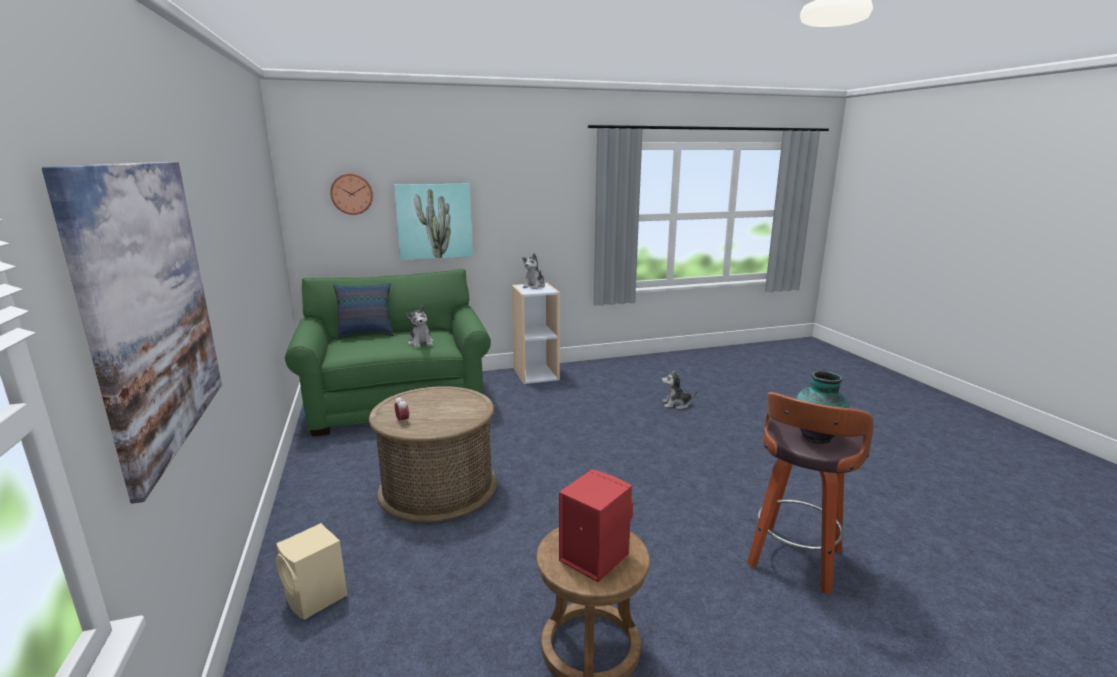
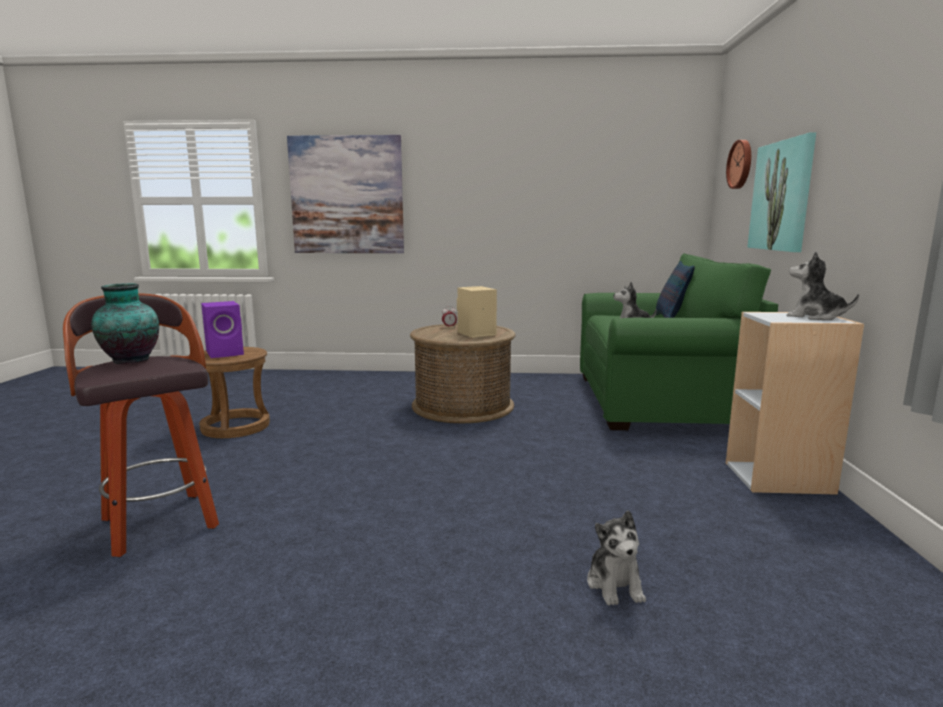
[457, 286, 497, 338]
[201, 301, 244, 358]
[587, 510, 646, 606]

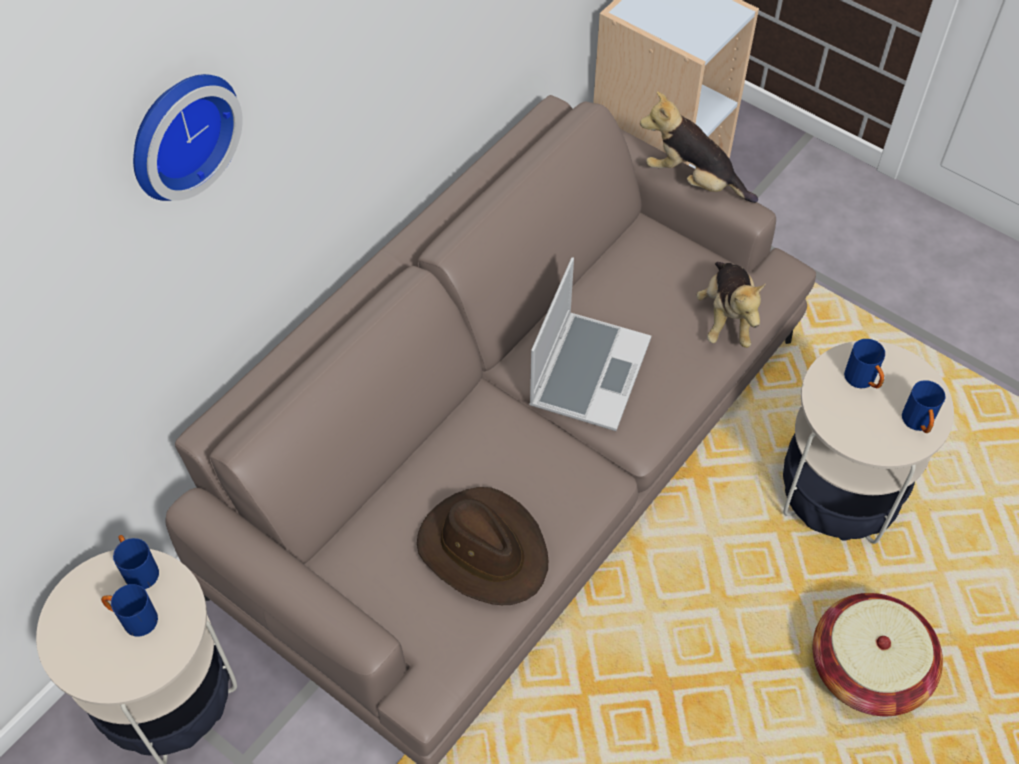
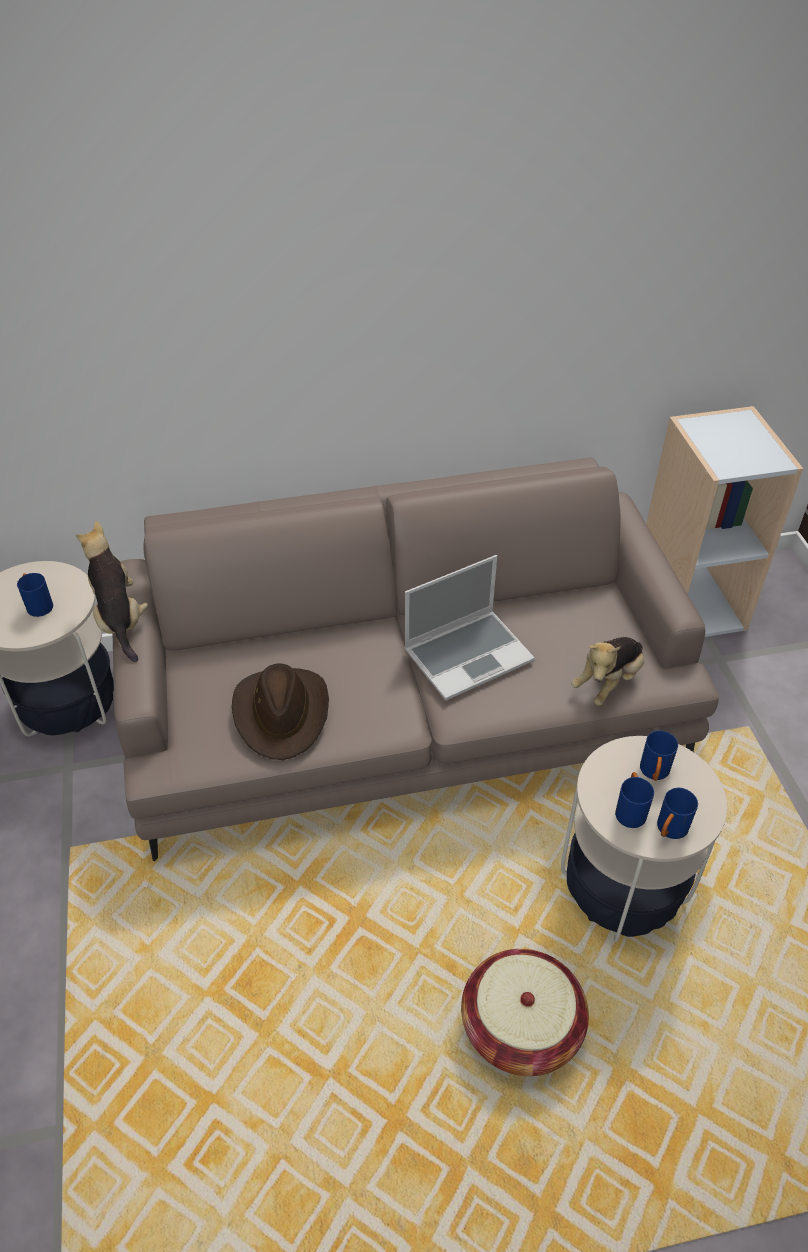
[133, 74, 243, 201] (first image)
[615, 772, 654, 828]
[76, 521, 148, 662]

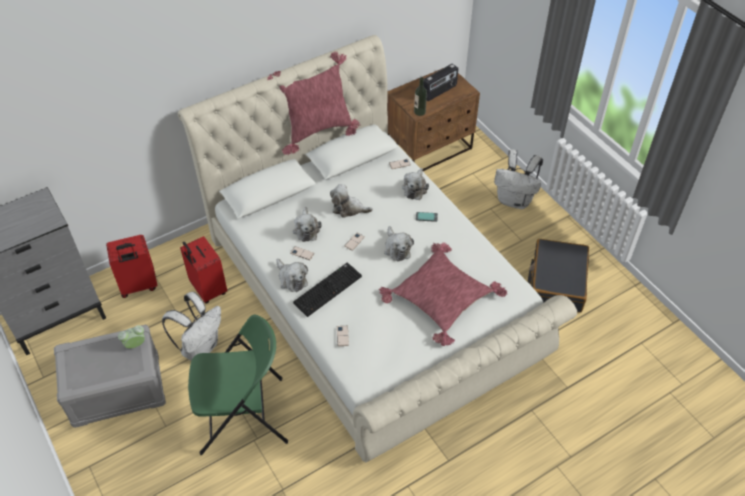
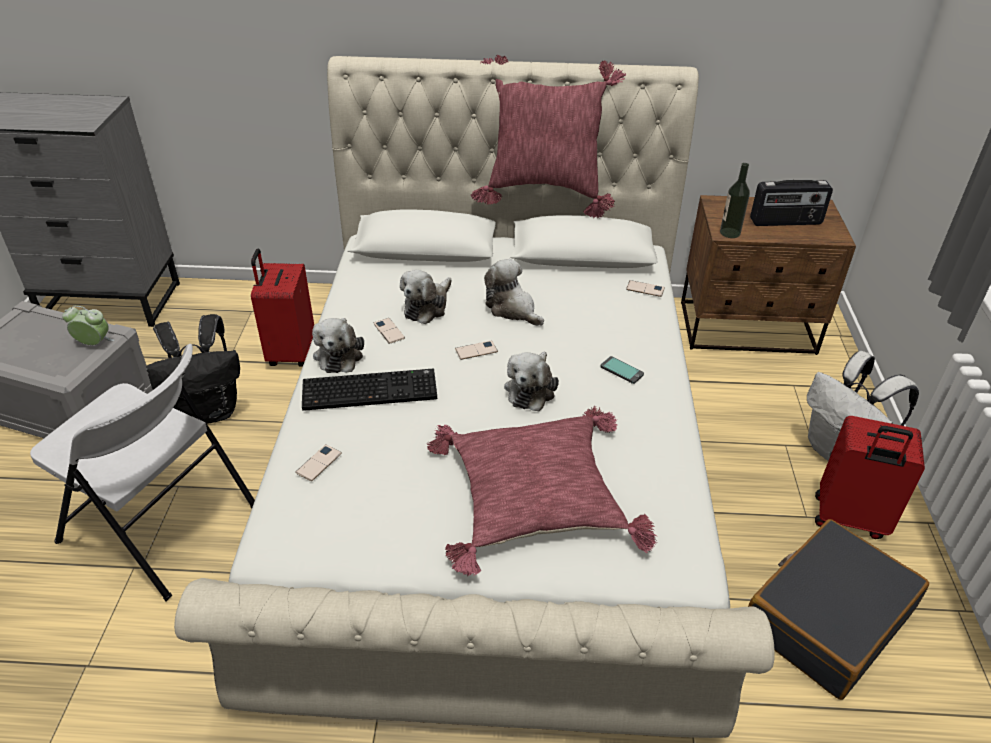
[402, 168, 429, 200] (first image)
[815, 416, 925, 539]
[146, 314, 240, 424]
[30, 344, 255, 602]

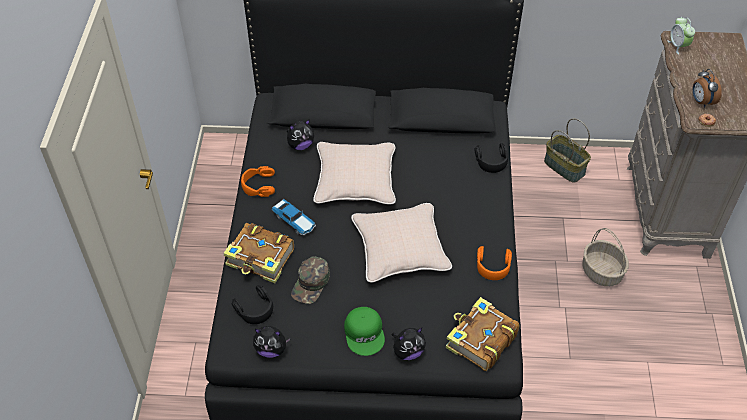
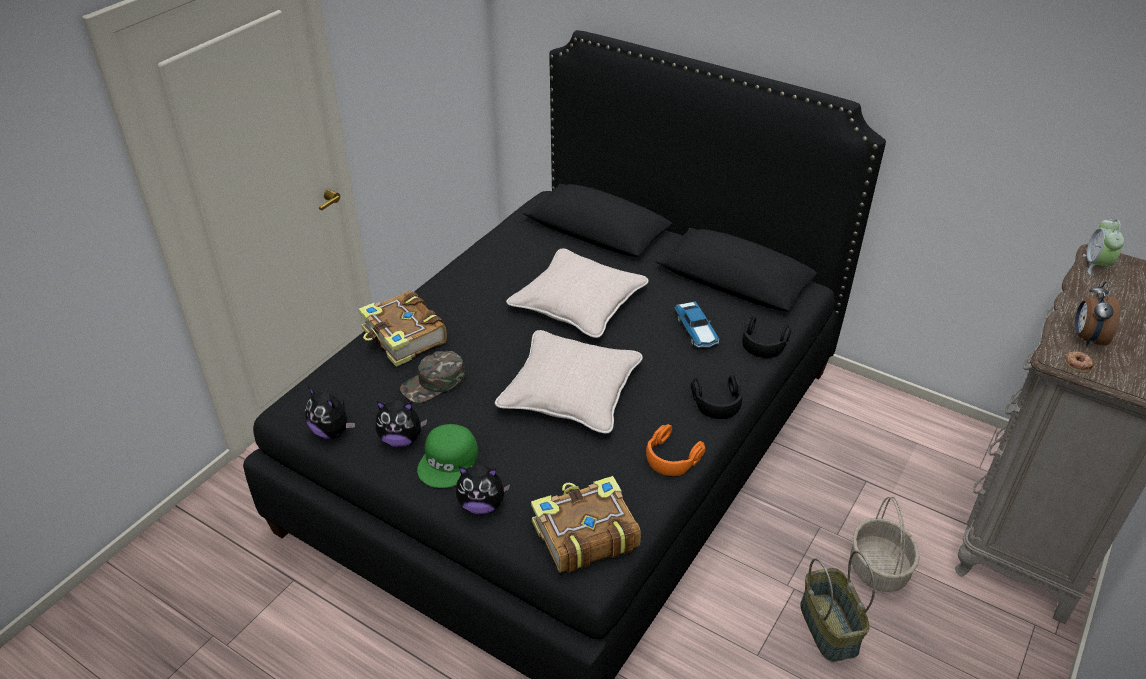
[241, 166, 275, 197] (first image)
[691, 375, 742, 419]
[675, 301, 719, 348]
[376, 400, 427, 447]
[800, 551, 875, 662]

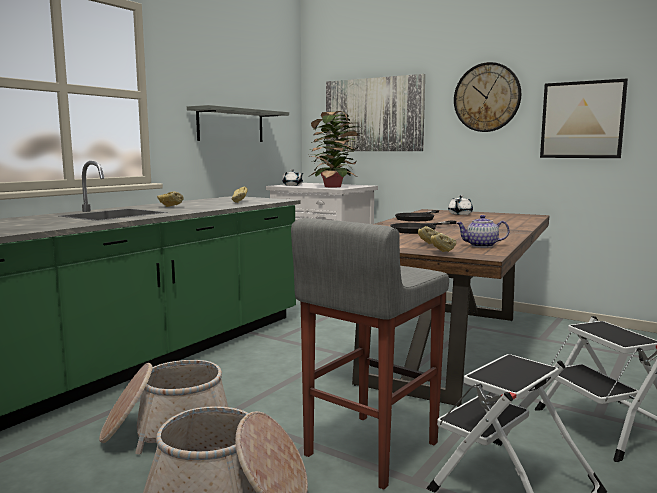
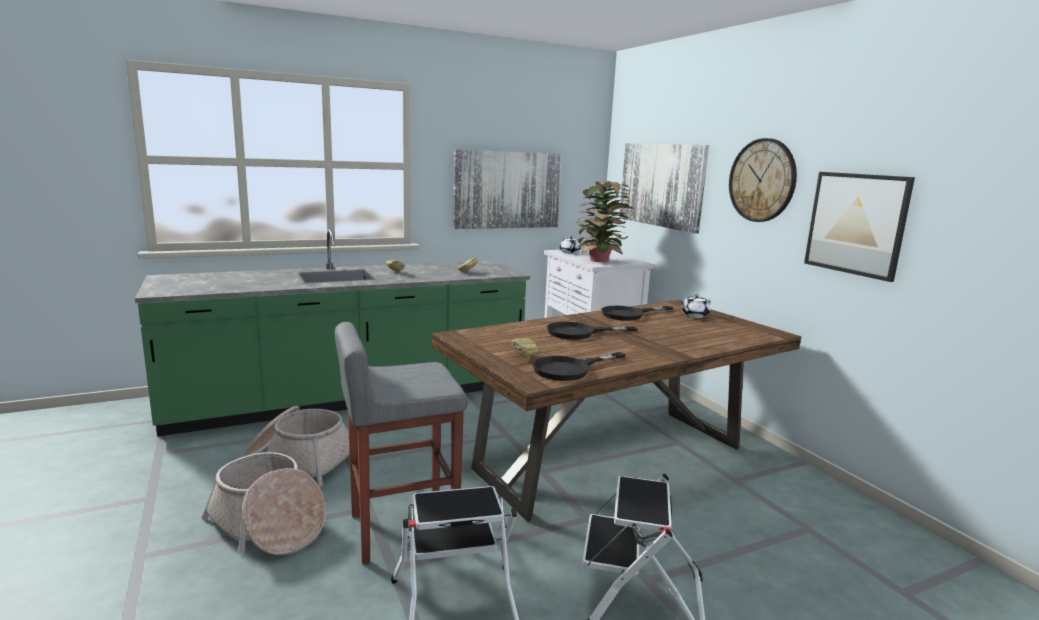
[431, 233, 456, 252] (first image)
[453, 150, 562, 229]
[532, 352, 626, 381]

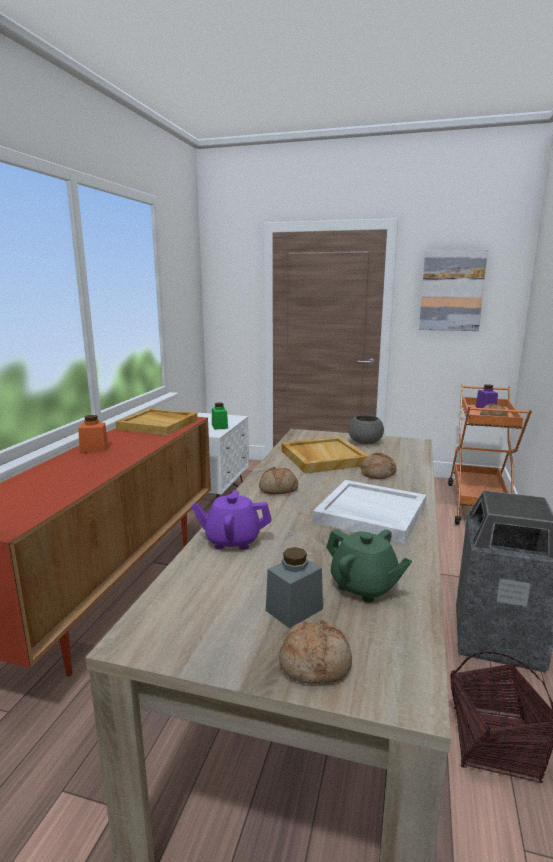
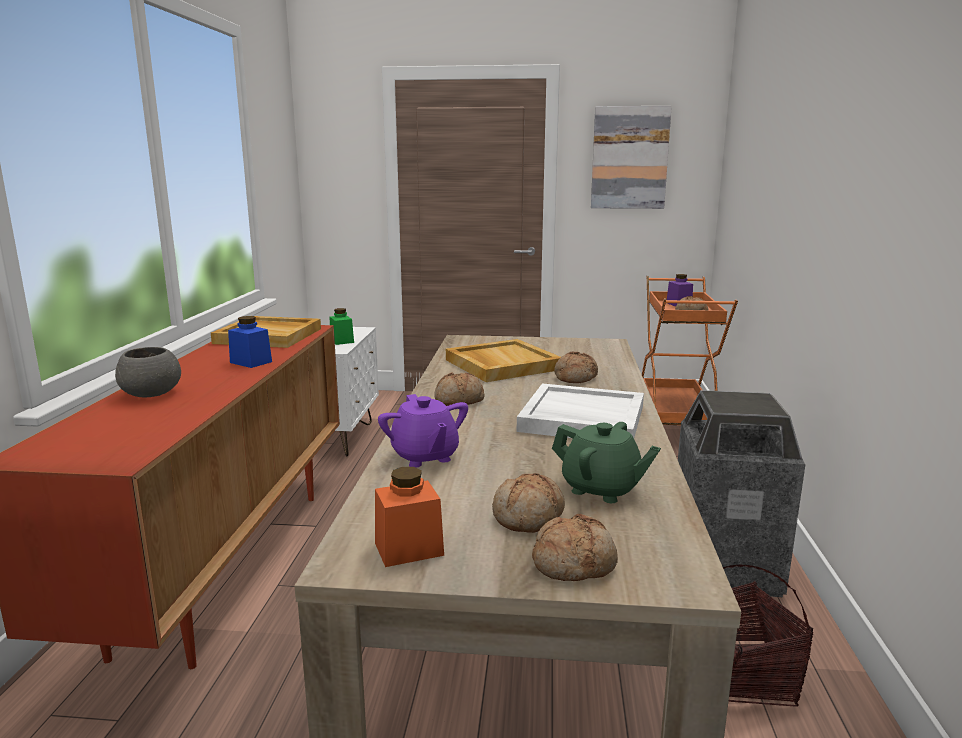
[228, 316, 272, 368]
[375, 467, 444, 567]
[115, 347, 181, 397]
[492, 473, 565, 533]
[378, 394, 468, 468]

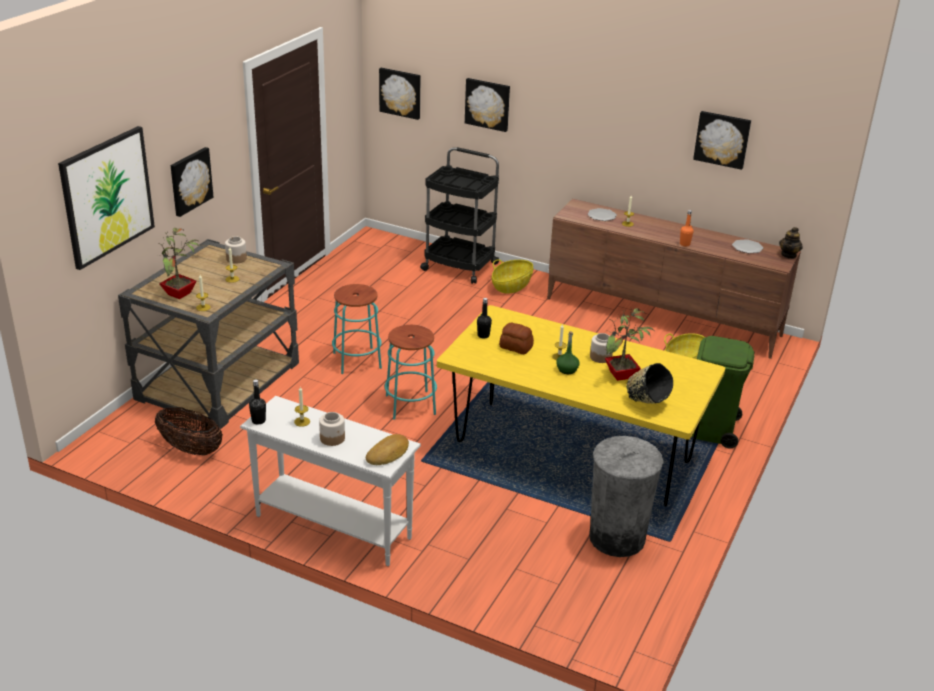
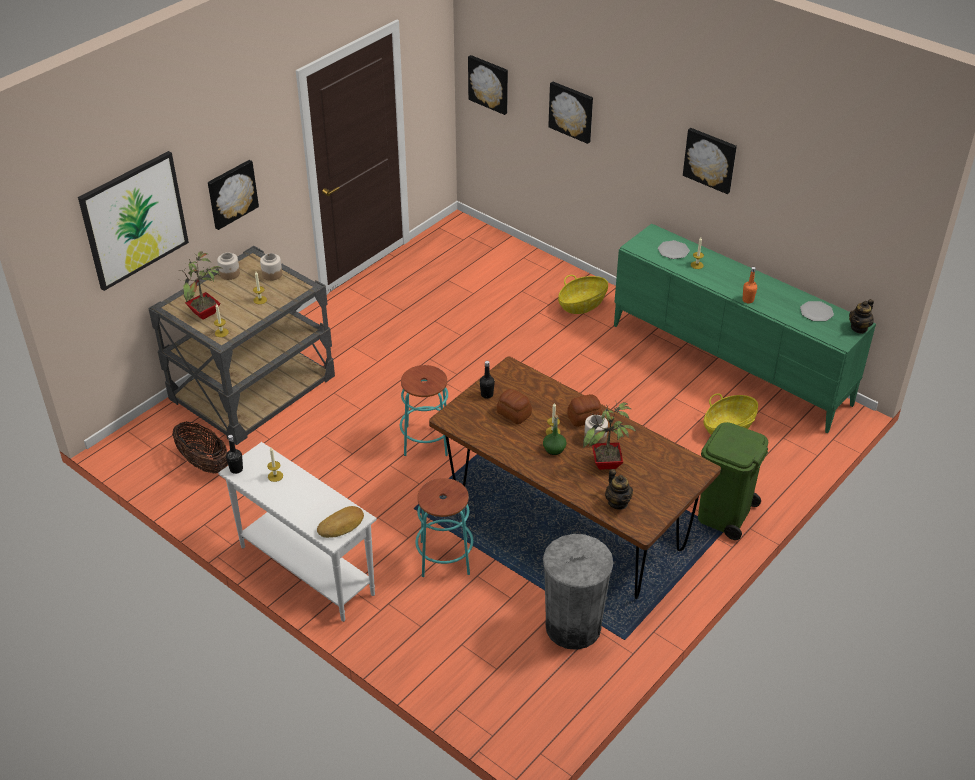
[420, 147, 499, 284] (first image)
[567, 394, 602, 427]
[217, 252, 240, 280]
[415, 478, 473, 577]
[683, 128, 737, 194]
[605, 469, 633, 510]
[429, 357, 721, 599]
[614, 224, 876, 433]

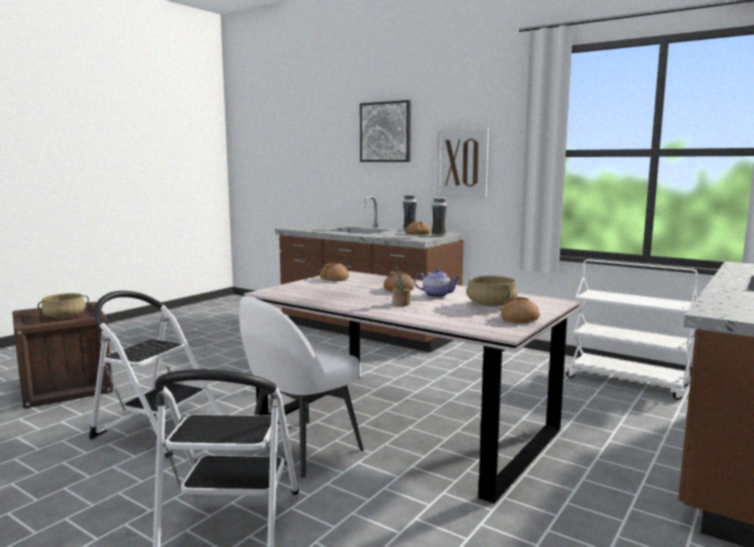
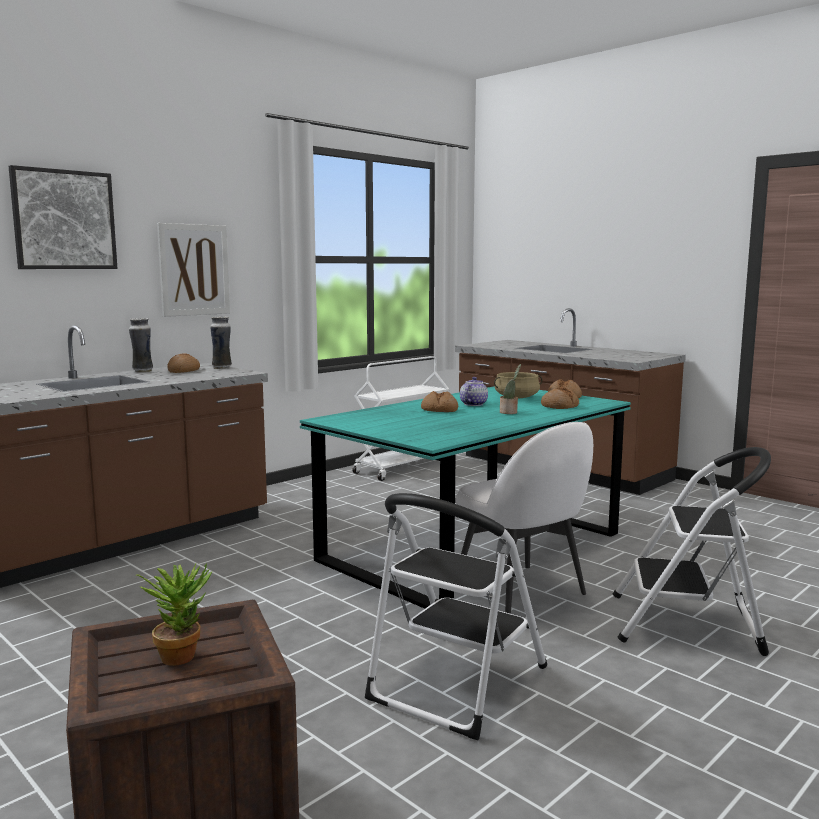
[541, 387, 579, 409]
[136, 563, 212, 666]
[300, 386, 631, 609]

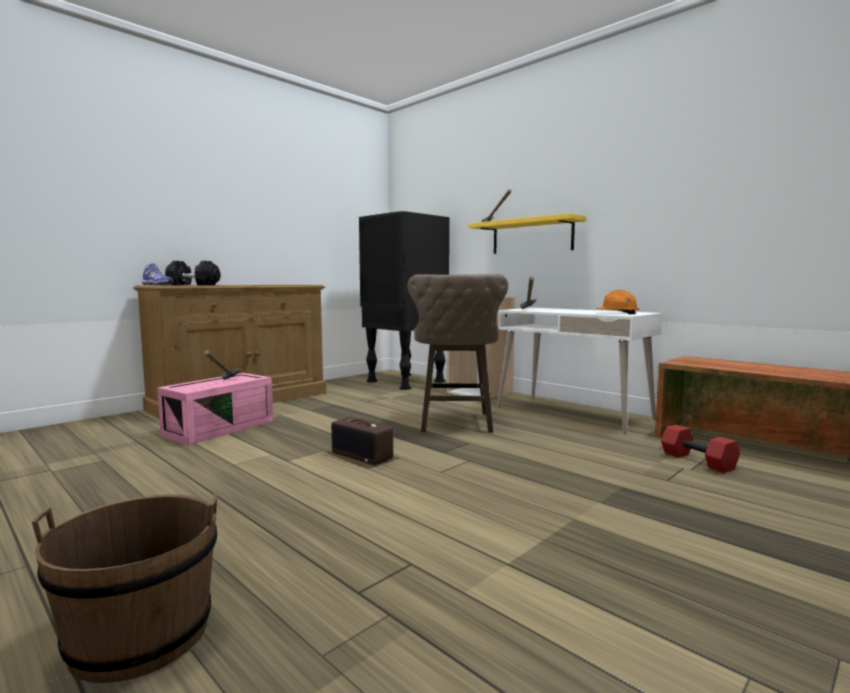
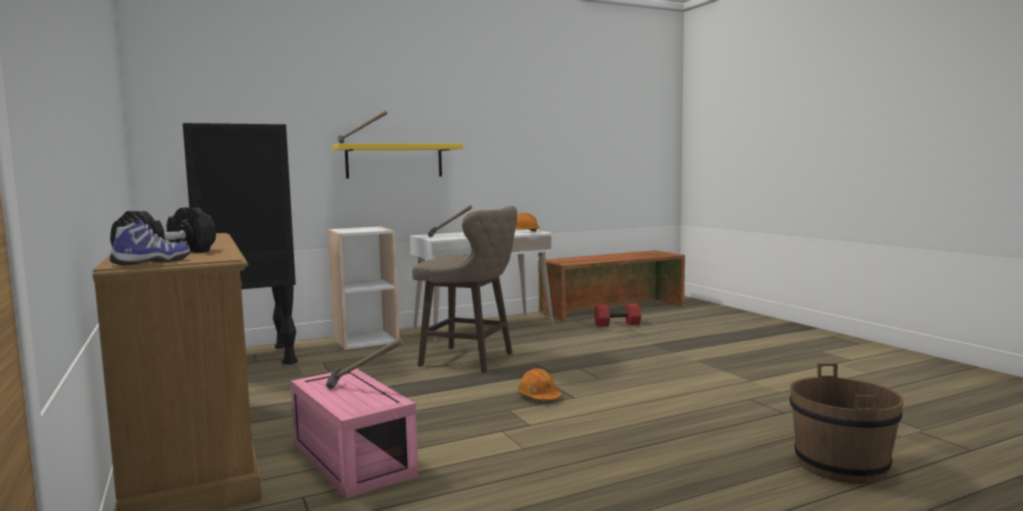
[518, 369, 561, 400]

